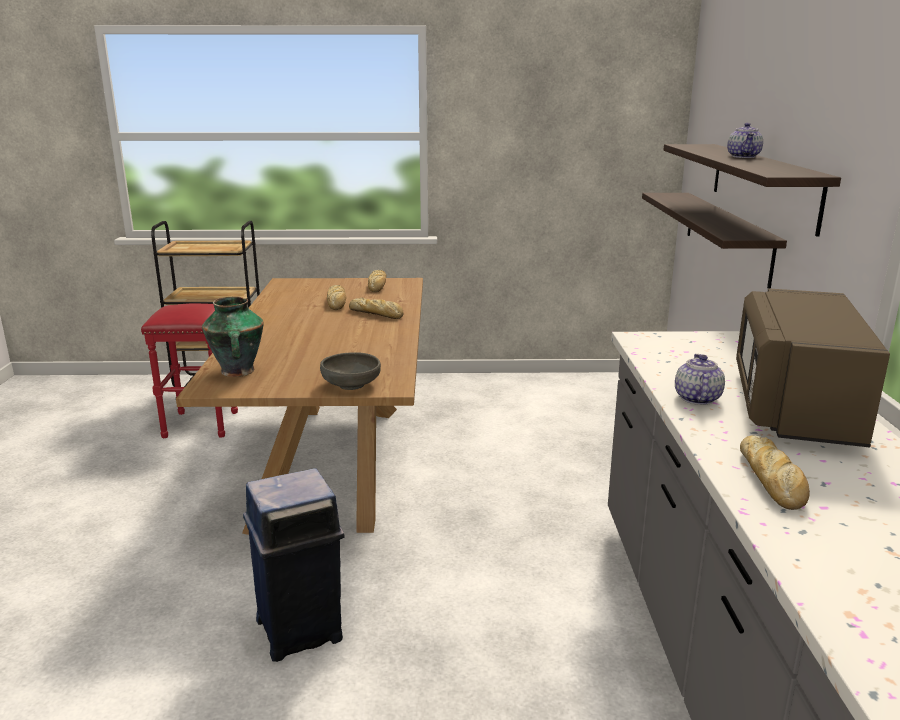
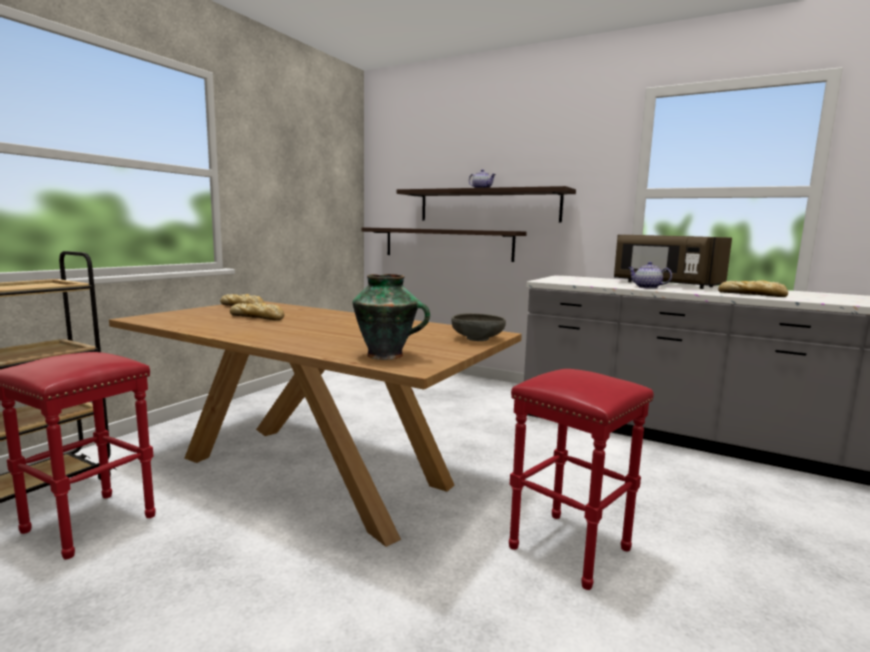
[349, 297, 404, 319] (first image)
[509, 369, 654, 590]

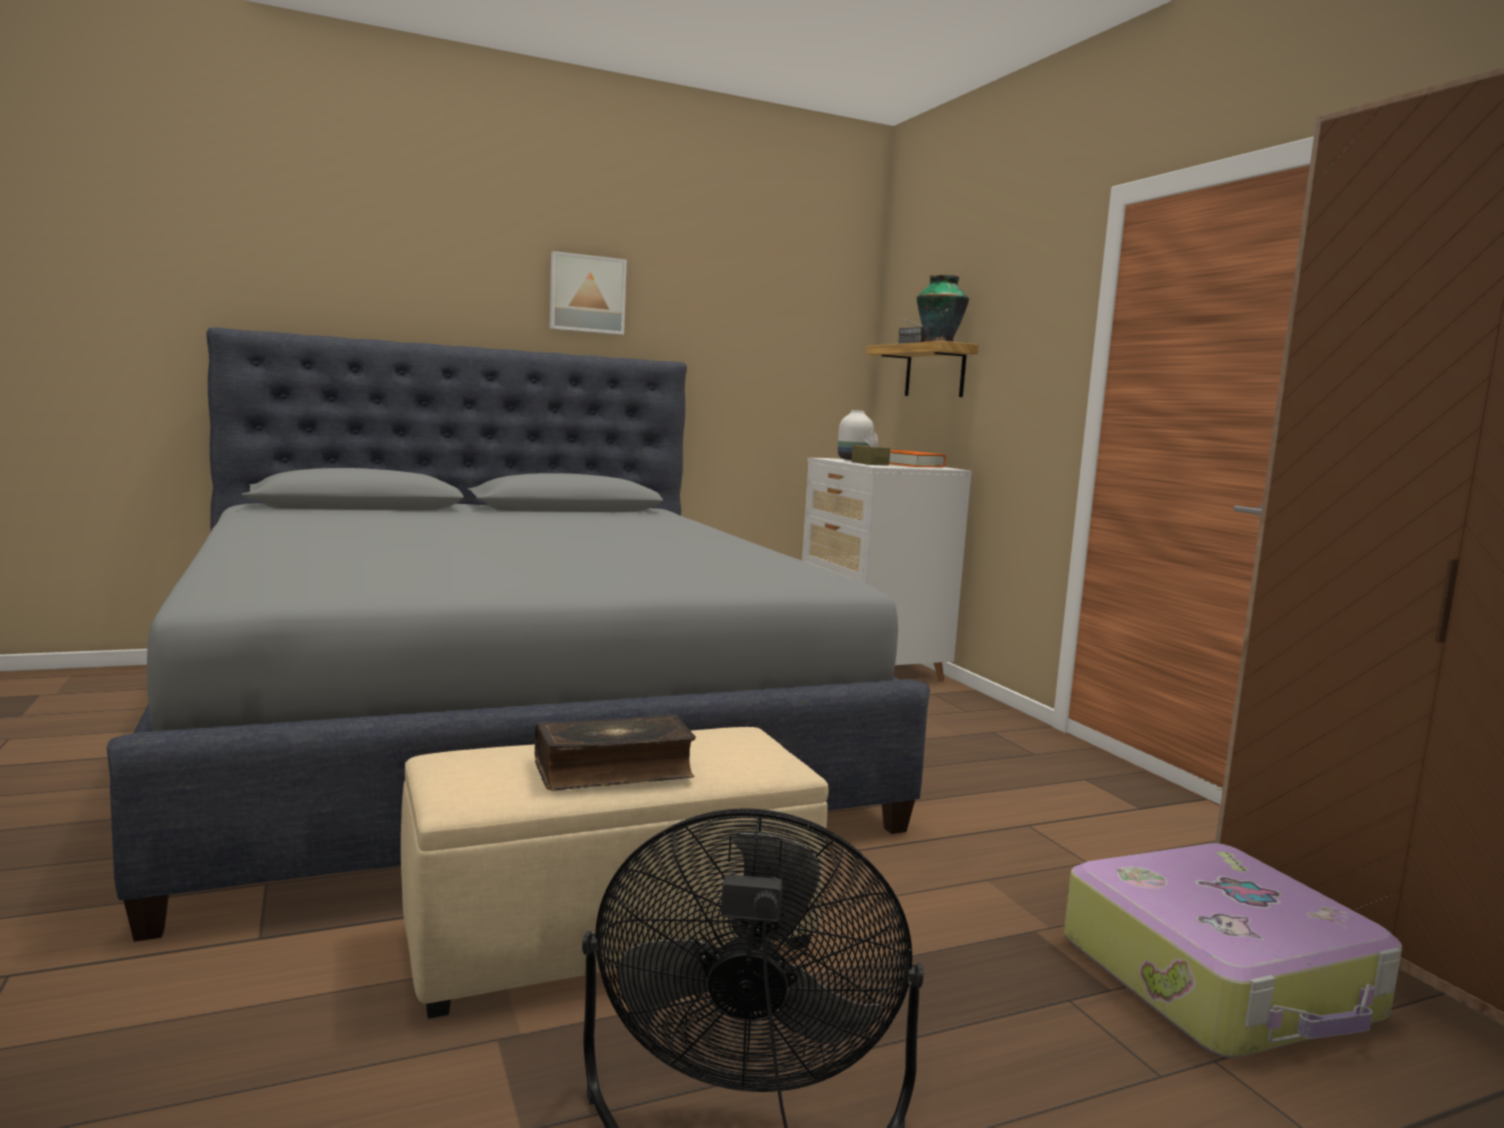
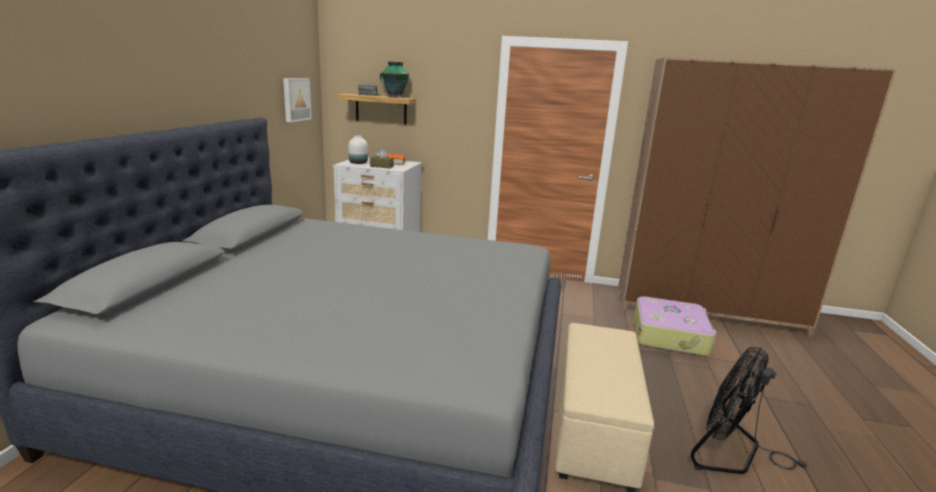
[535, 714, 696, 791] (first image)
[283, 78, 312, 122]

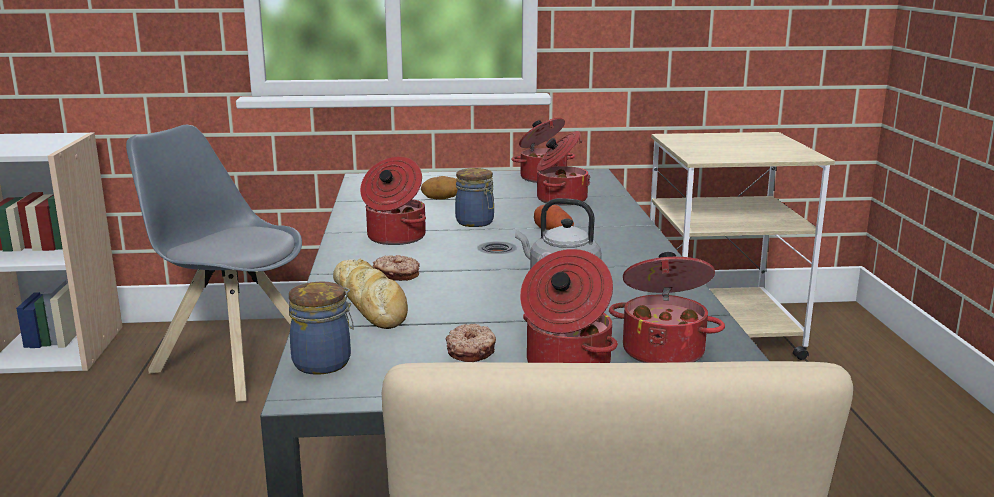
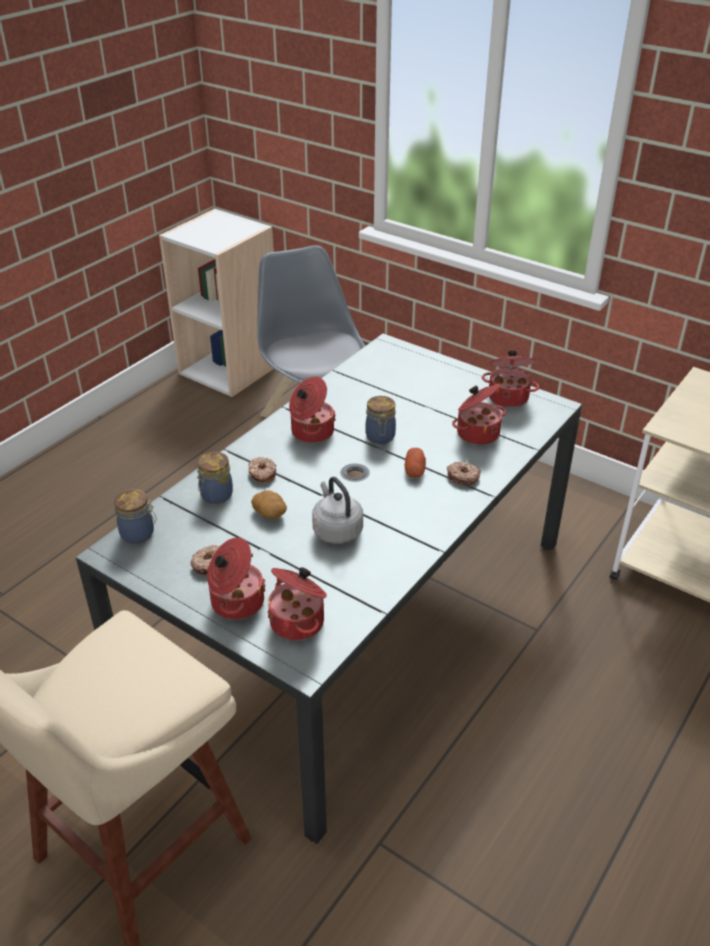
[447, 462, 481, 485]
[251, 490, 287, 519]
[197, 452, 233, 504]

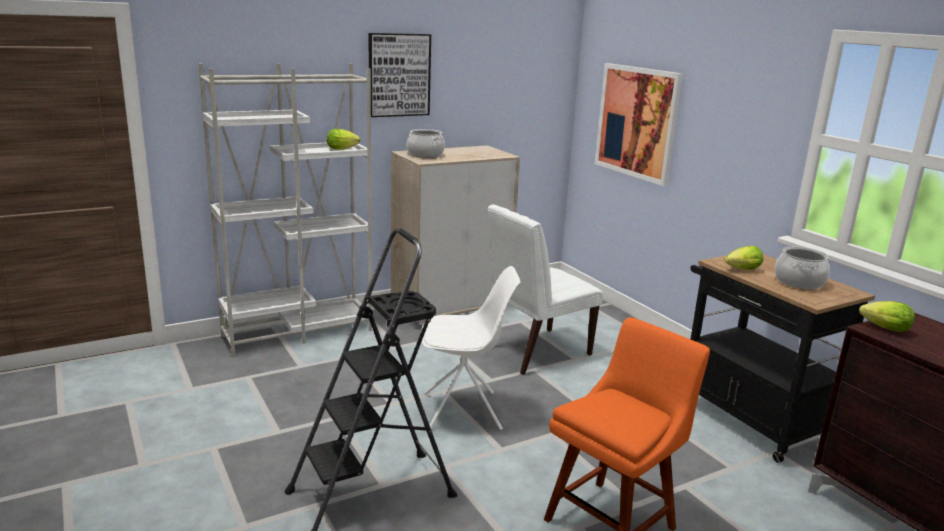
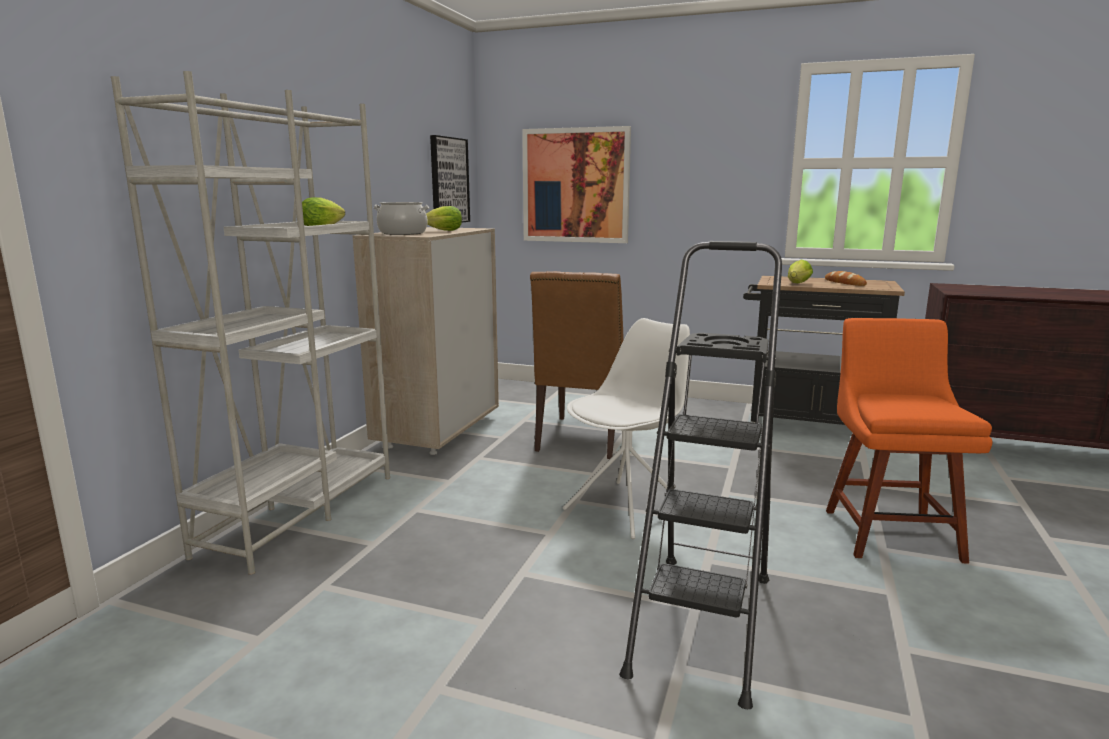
[430, 135, 470, 222]
[426, 206, 462, 231]
[825, 271, 867, 286]
[530, 271, 624, 459]

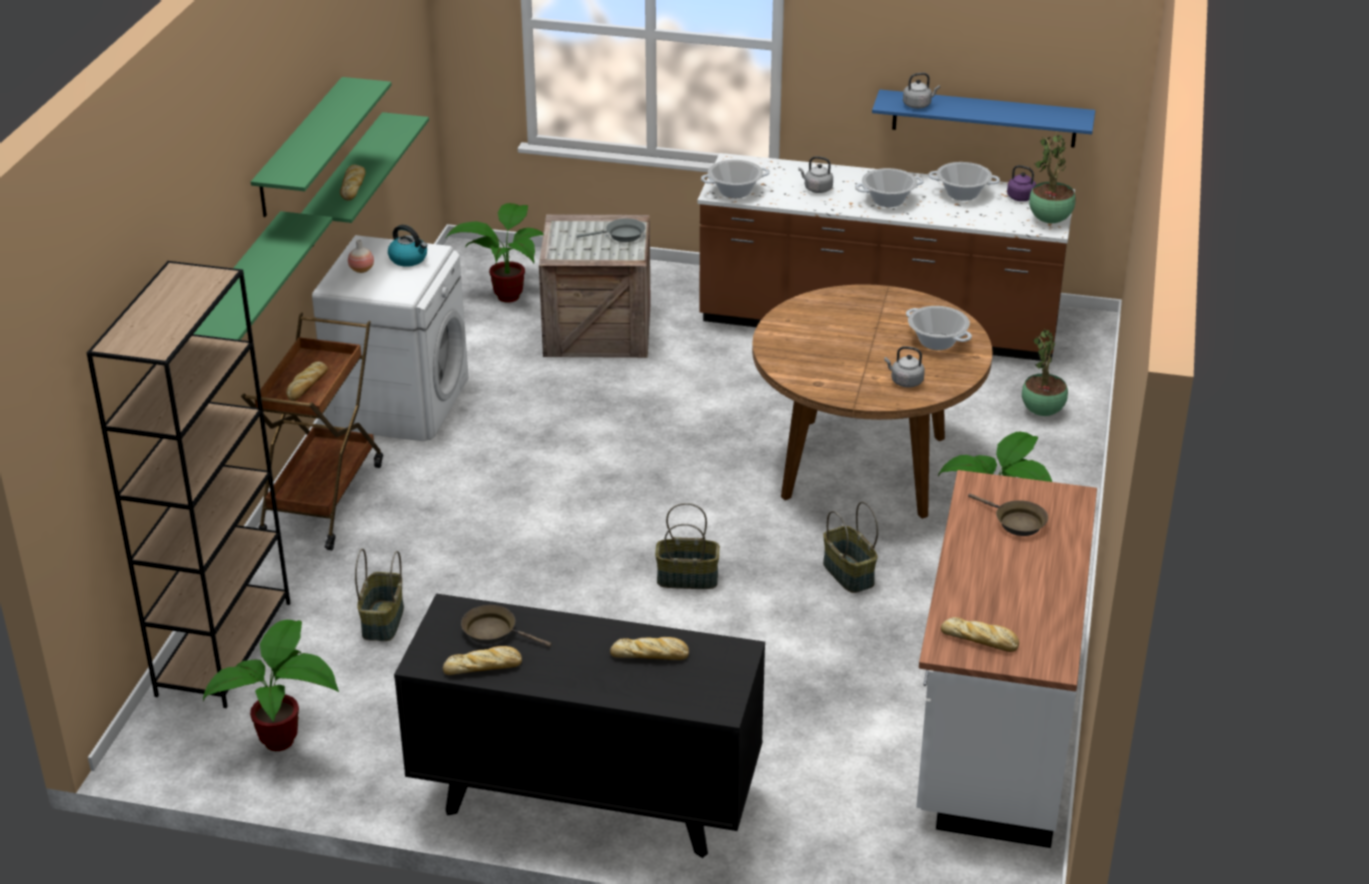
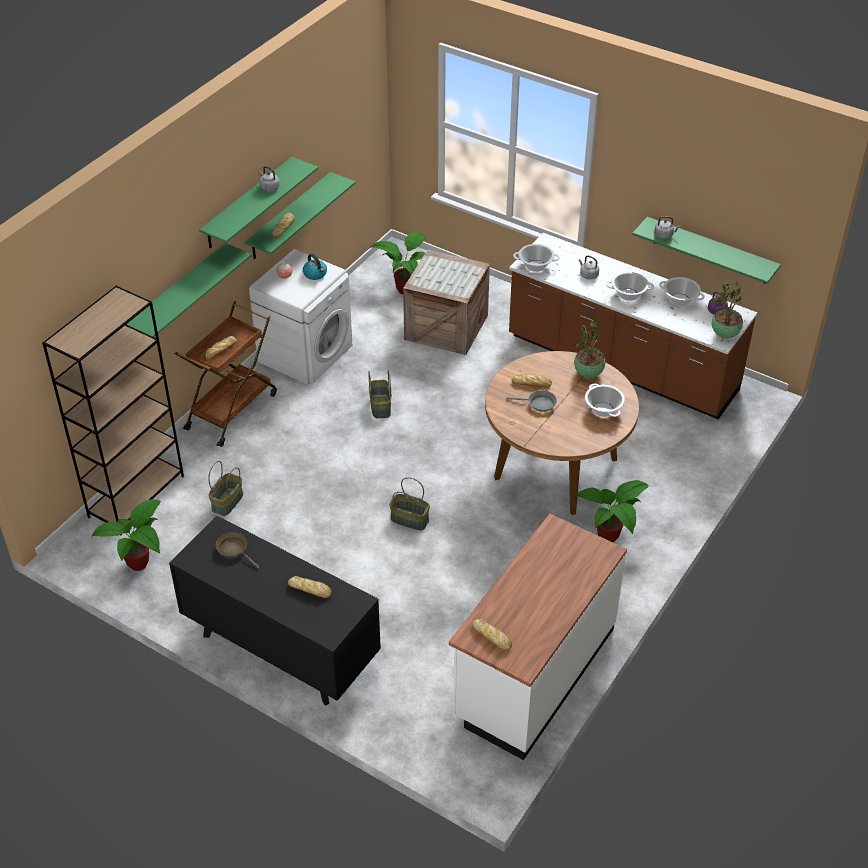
[968, 494, 1048, 536] (first image)
[512, 374, 552, 387]
[507, 391, 557, 412]
[368, 369, 392, 419]
[259, 166, 280, 192]
[574, 320, 606, 378]
[632, 217, 781, 284]

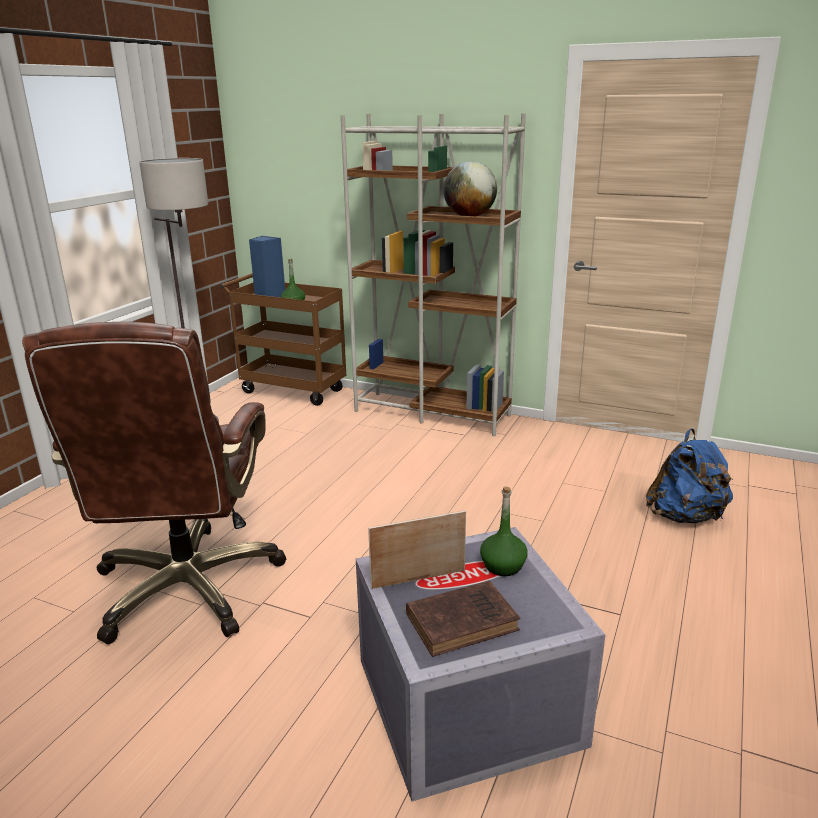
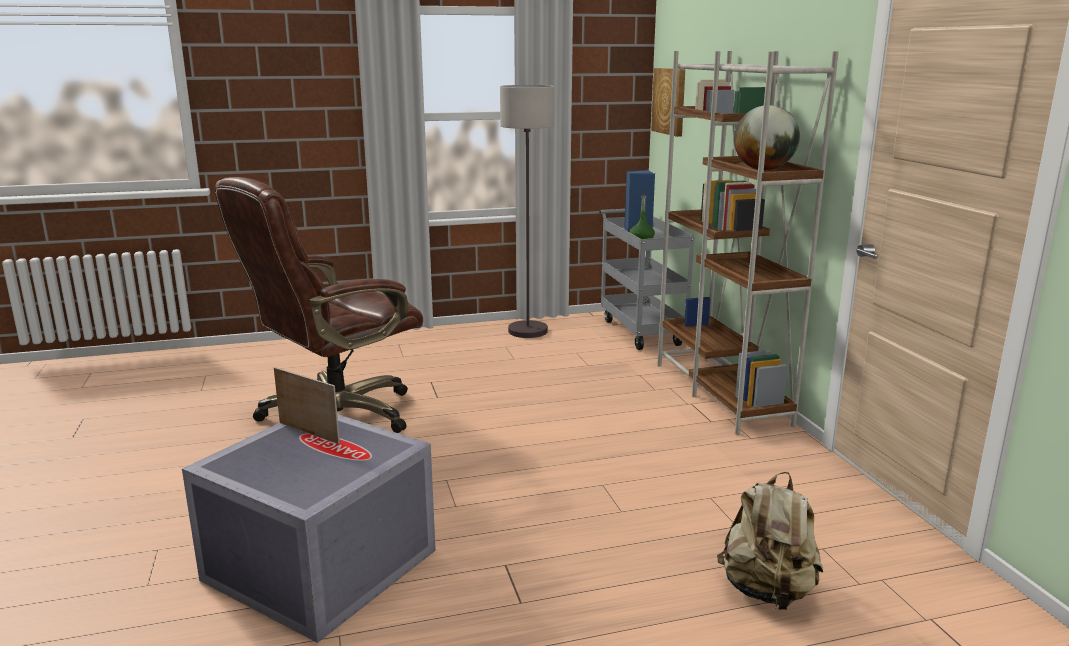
[406, 581, 520, 657] (first image)
[480, 486, 528, 576] (first image)
[651, 68, 685, 137]
[599, 209, 694, 350]
[717, 472, 823, 610]

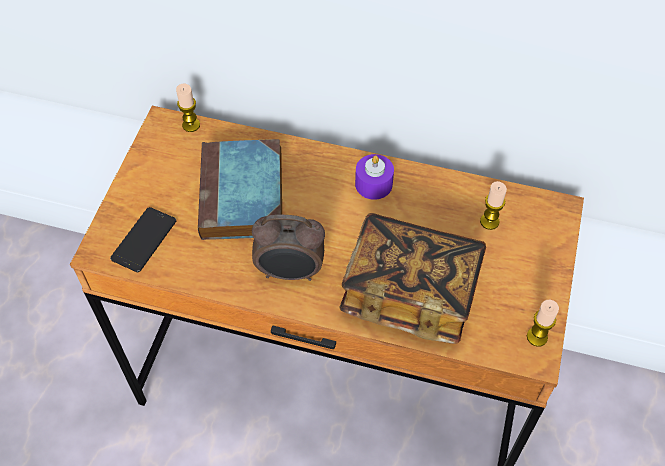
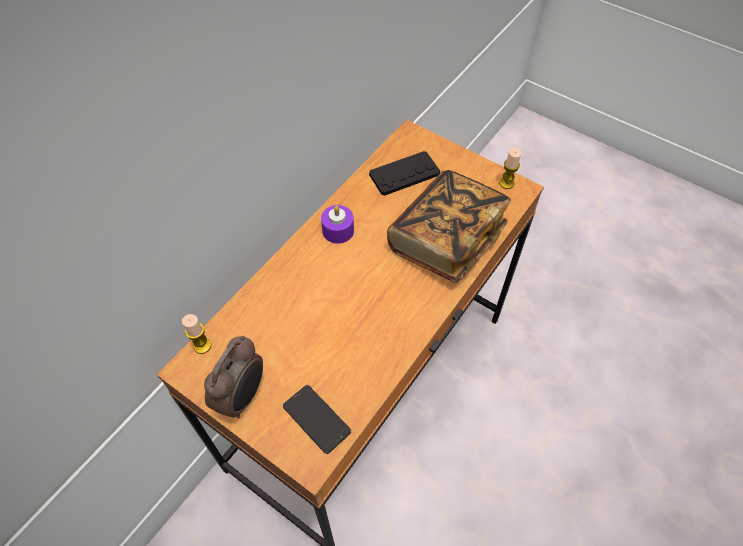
[198, 139, 282, 240] (first image)
[204, 336, 263, 418]
[369, 151, 440, 196]

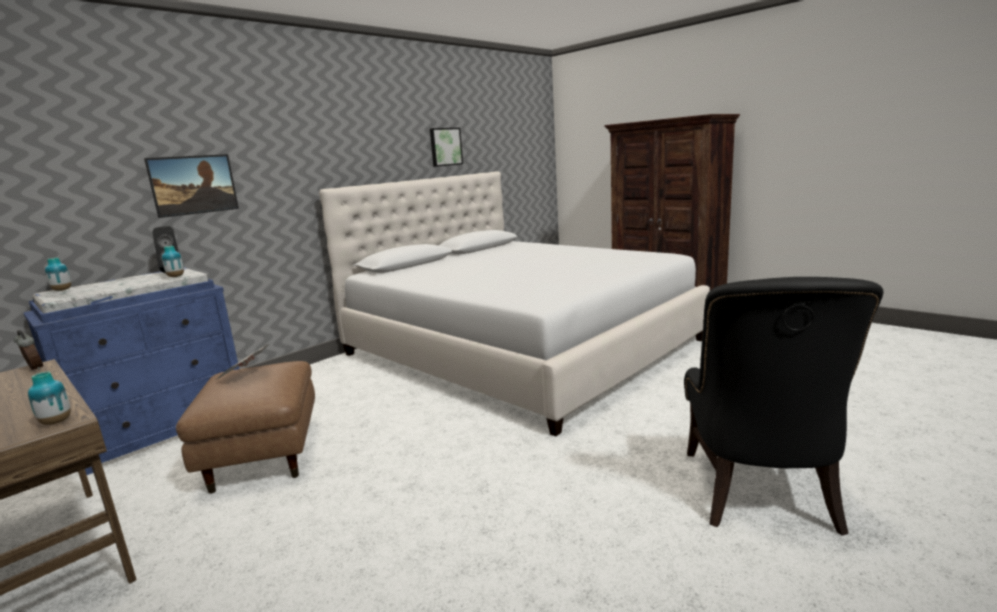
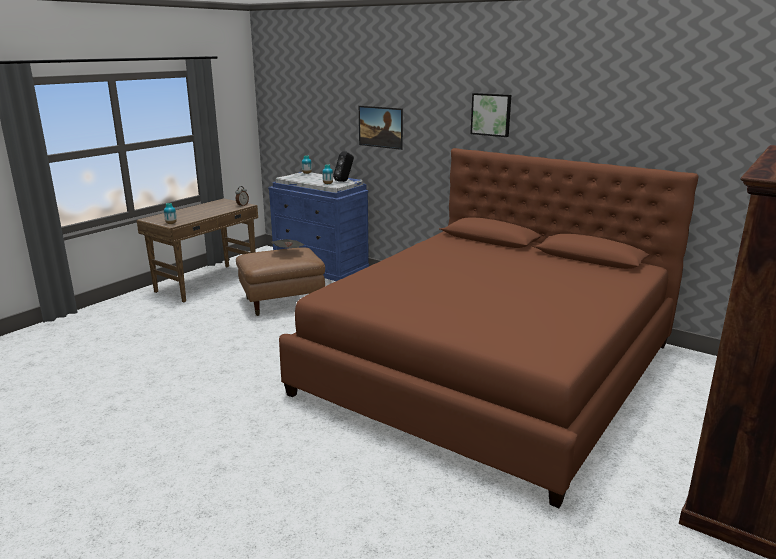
[684, 277, 883, 536] (first image)
[470, 93, 511, 137]
[279, 148, 698, 508]

